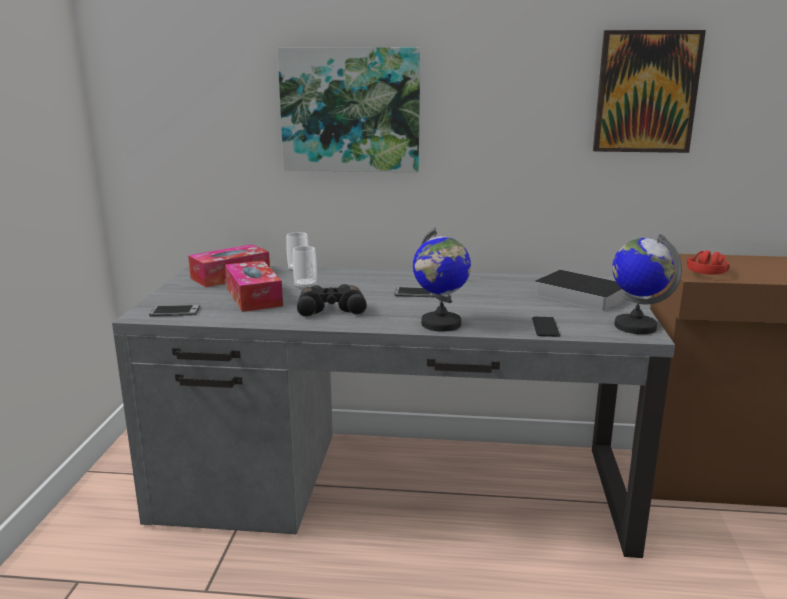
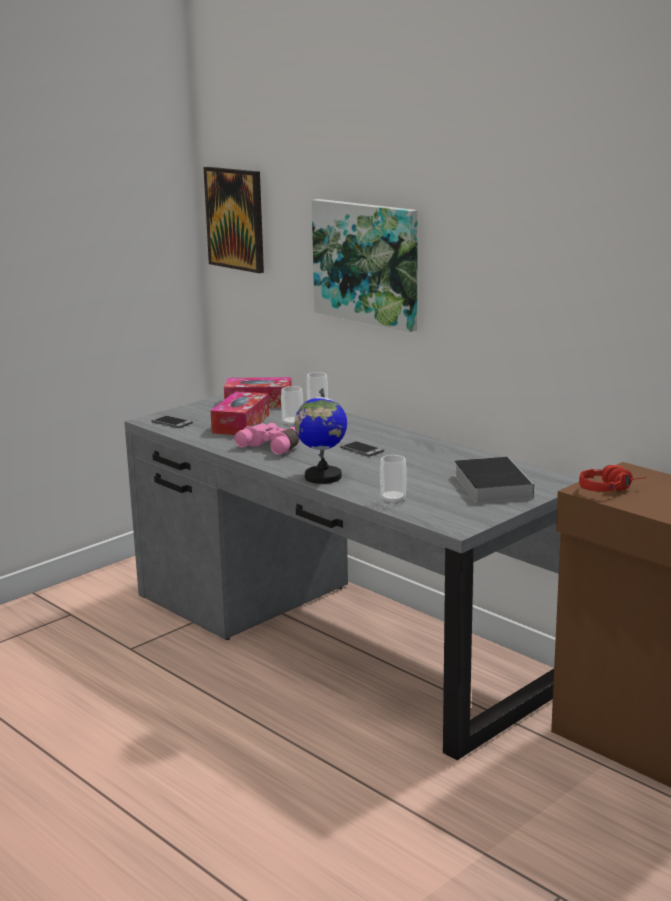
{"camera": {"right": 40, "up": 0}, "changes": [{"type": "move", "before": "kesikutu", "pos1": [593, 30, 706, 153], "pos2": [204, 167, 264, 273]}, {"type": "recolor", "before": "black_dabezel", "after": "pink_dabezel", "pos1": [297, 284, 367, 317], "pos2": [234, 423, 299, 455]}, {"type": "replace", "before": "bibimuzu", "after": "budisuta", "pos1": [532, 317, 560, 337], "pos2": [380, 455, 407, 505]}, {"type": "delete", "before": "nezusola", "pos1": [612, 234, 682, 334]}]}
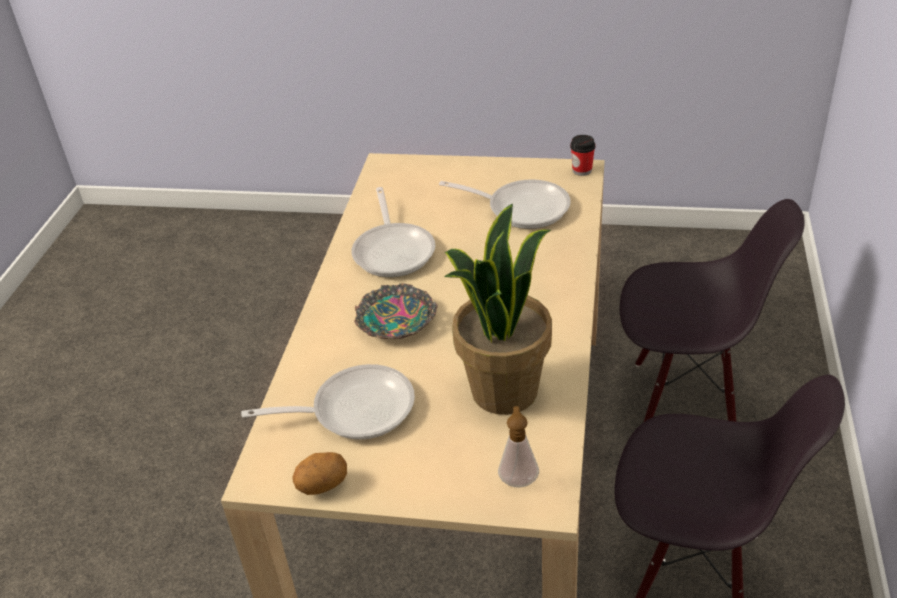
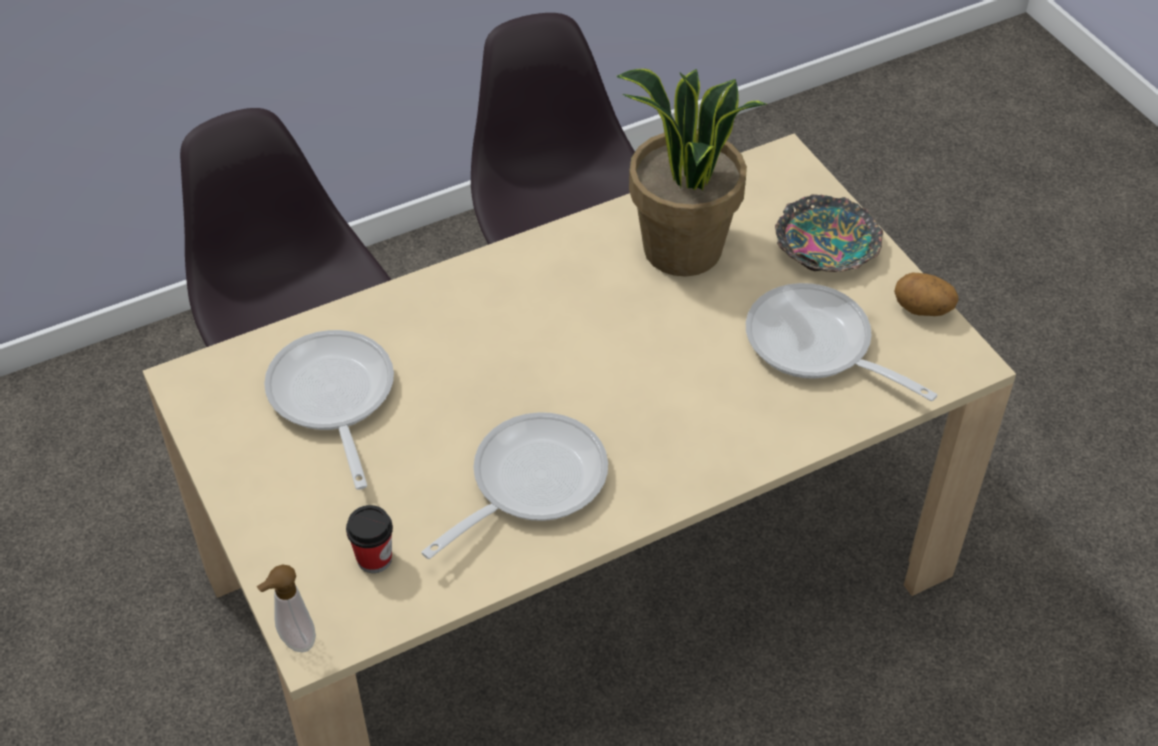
{"camera": {"right": -130, "up": 10}, "changes": [{"type": "move", "before": "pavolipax", "pos1": [498, 406, 539, 487], "pos2": [257, 564, 316, 653]}, {"type": "move", "before": "budisuta", "pos1": [570, 135, 596, 176], "pos2": [346, 505, 393, 573]}, {"type": "move", "before": "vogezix", "pos1": [354, 283, 438, 339], "pos2": [775, 194, 883, 272]}]}
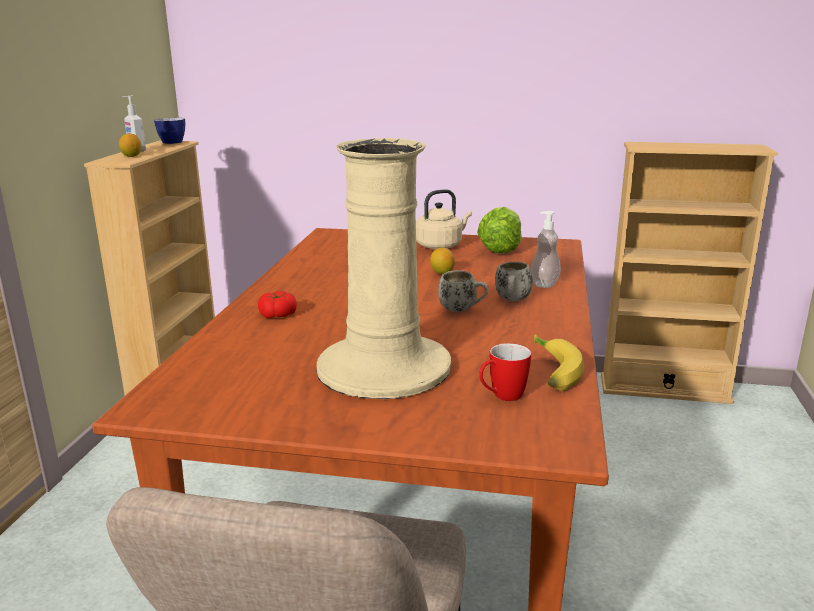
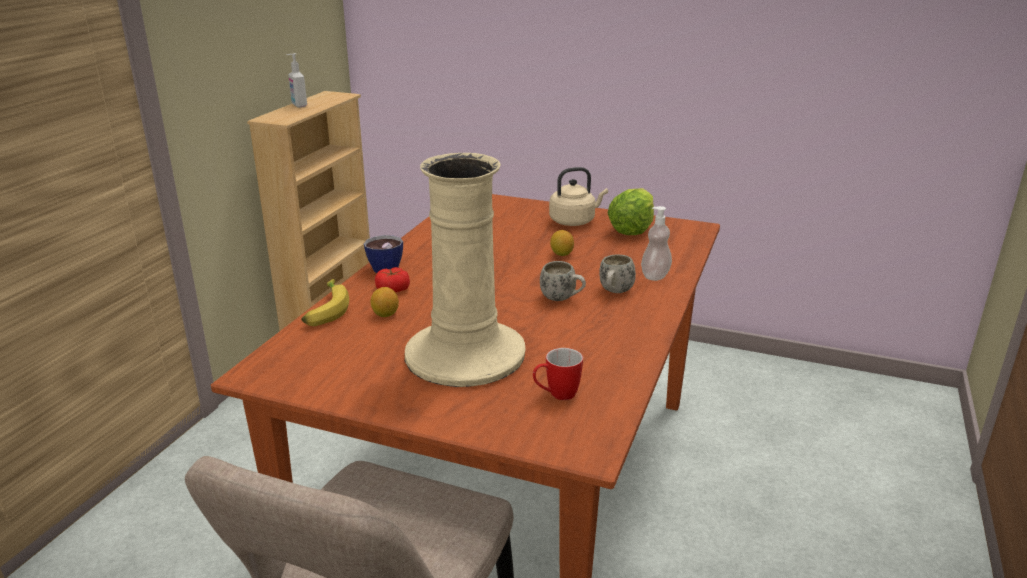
{"camera": {"right": 10, "up": 5}, "changes": [{"type": "move", "before": "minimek", "pos1": [534, 334, 584, 391], "pos2": [301, 279, 349, 326]}, {"type": "move", "before": "budisuta", "pos1": [154, 118, 185, 144], "pos2": [364, 235, 403, 273]}, {"type": "move", "before": "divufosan", "pos1": [119, 134, 142, 157], "pos2": [371, 287, 399, 317]}, {"type": "delete", "before": "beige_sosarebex", "pos1": [601, 142, 778, 404]}]}
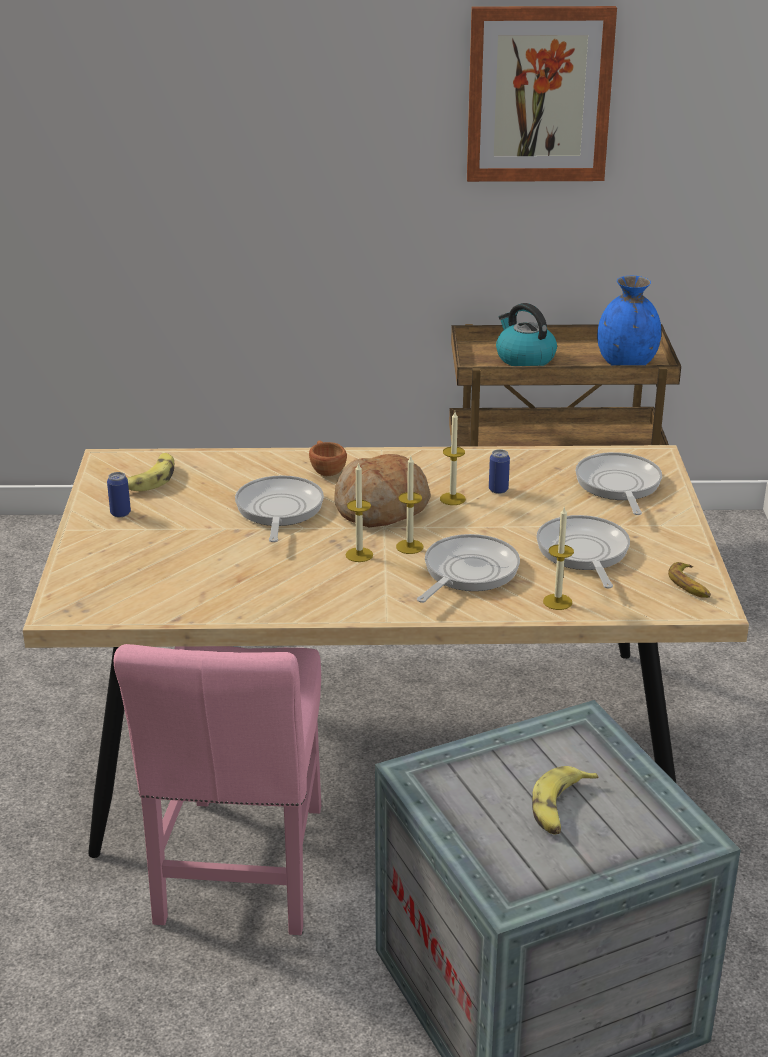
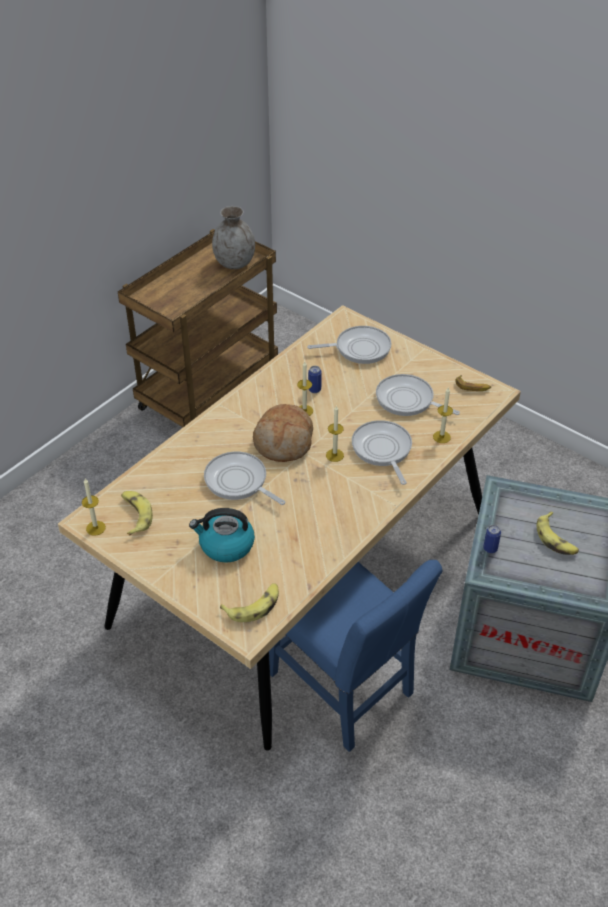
{"camera": {"right": -50, "up": 15}, "changes": [{"type": "move", "before": "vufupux", "pos1": [346, 462, 373, 562], "pos2": [82, 479, 106, 536]}, {"type": "move", "before": "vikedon", "pos1": [496, 303, 557, 366], "pos2": [189, 508, 255, 563]}, {"type": "recolor", "before": "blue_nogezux", "after": "grey_nogezux", "pos1": [597, 276, 661, 365], "pos2": [212, 206, 255, 269]}, {"type": "insert", "after": "minimek", "pos2": [220, 583, 279, 622]}, {"type": "recolor", "before": "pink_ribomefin", "after": "blue_ribomefin", "pos1": [114, 644, 321, 935], "pos2": [269, 560, 443, 752]}, {"type": "rotate", "before": "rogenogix", "pos1": [575, 452, 662, 515], "pos2": [307, 326, 392, 364], "turn": 135}, {"type": "move", "before": "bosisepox", "pos1": [107, 472, 131, 517], "pos2": [483, 525, 501, 553]}, {"type": "delete", "before": "brown_budisuta", "pos1": [309, 440, 347, 476]}, {"type": "delete", "before": "kesikutu", "pos1": [467, 6, 617, 182]}]}
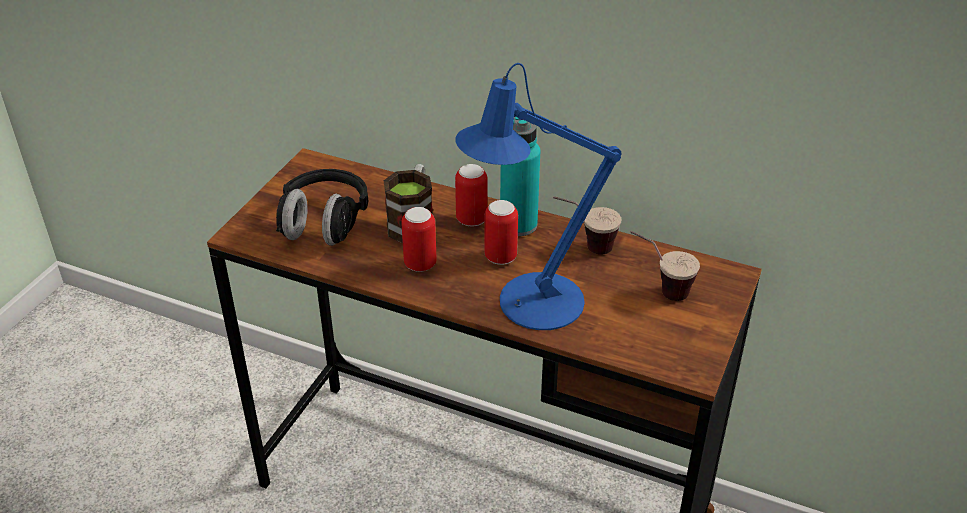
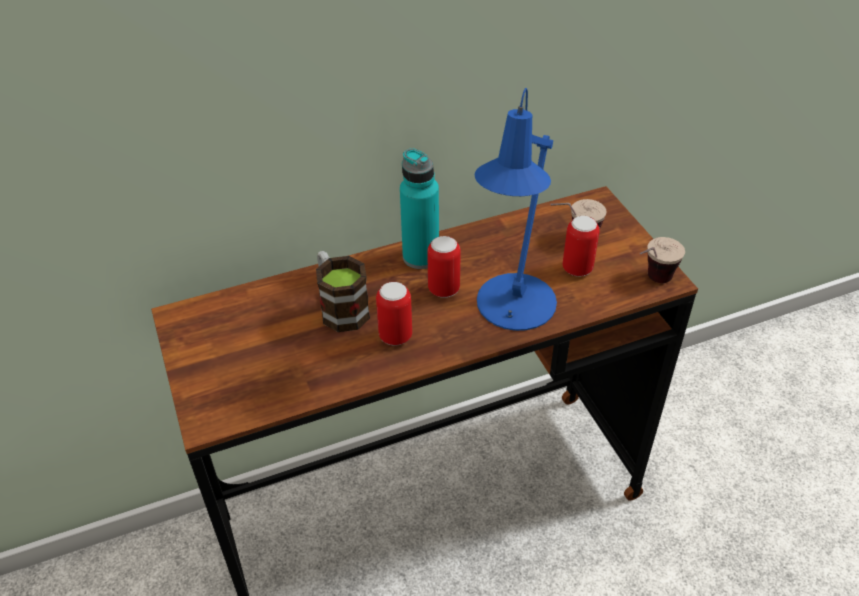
{"camera": {"right": -45, "up": 5}, "changes": [{"type": "move", "before": "bosisepox", "pos1": [455, 164, 487, 226], "pos2": [563, 216, 600, 277]}, {"type": "move", "before": "budisuta", "pos1": [553, 196, 621, 255], "pos2": [640, 237, 685, 283]}, {"type": "delete", "before": "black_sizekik", "pos1": [276, 169, 369, 246]}]}
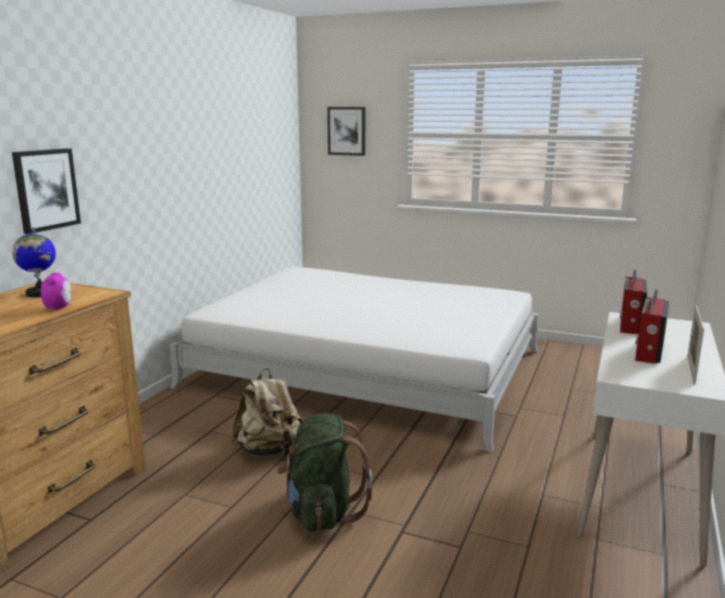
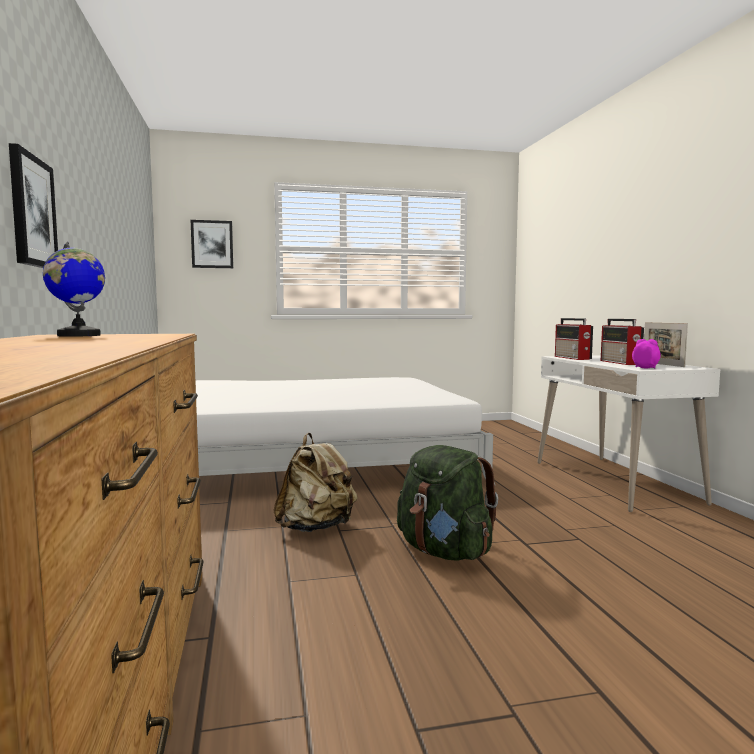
{"camera": {"right": -35, "up": -10}, "changes": [{"type": "move", "before": "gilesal", "pos1": [41, 273, 71, 311], "pos2": [632, 339, 661, 368]}]}
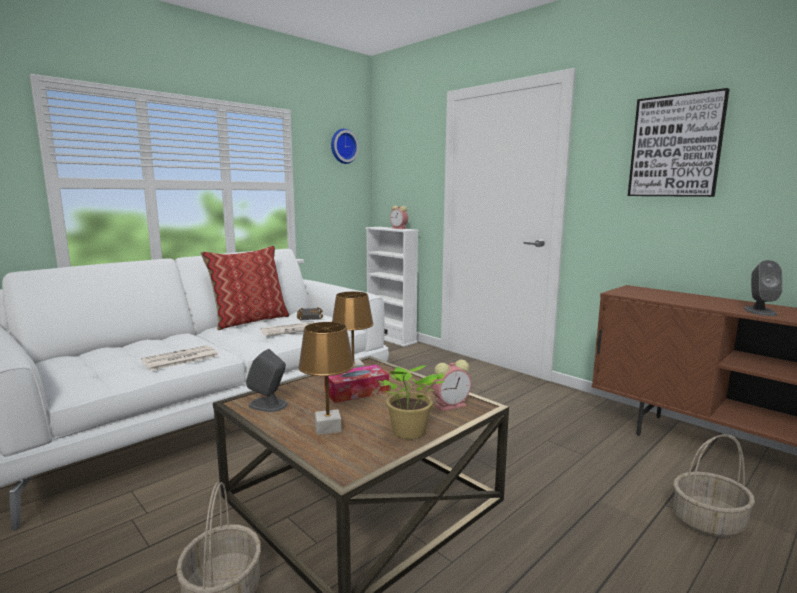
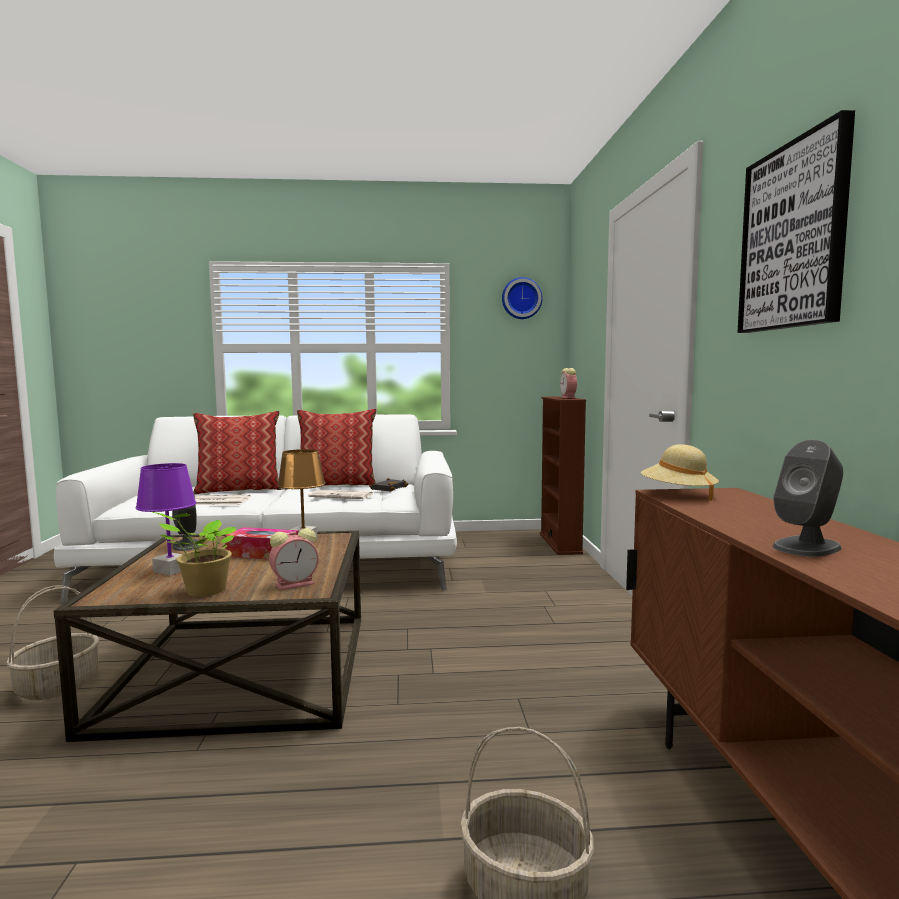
{"camera": {"right": 40, "up": -5}, "changes": [{"type": "recolor", "before": "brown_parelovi", "after": "purple_parelovi", "pos1": [298, 322, 354, 435], "pos2": [136, 463, 196, 576]}, {"type": "insert", "after": "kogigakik", "pos2": [193, 410, 281, 495]}, {"type": "rotate", "before": "gilesal", "pos1": [431, 359, 471, 411], "pos2": [269, 528, 319, 590], "turn": -45}, {"type": "recolor", "before": "white_sosarebex", "after": "brown_sosarebex", "pos1": [365, 227, 419, 347], "pos2": [540, 396, 586, 555]}, {"type": "insert", "after": "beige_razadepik", "pos2": [641, 444, 719, 501]}]}
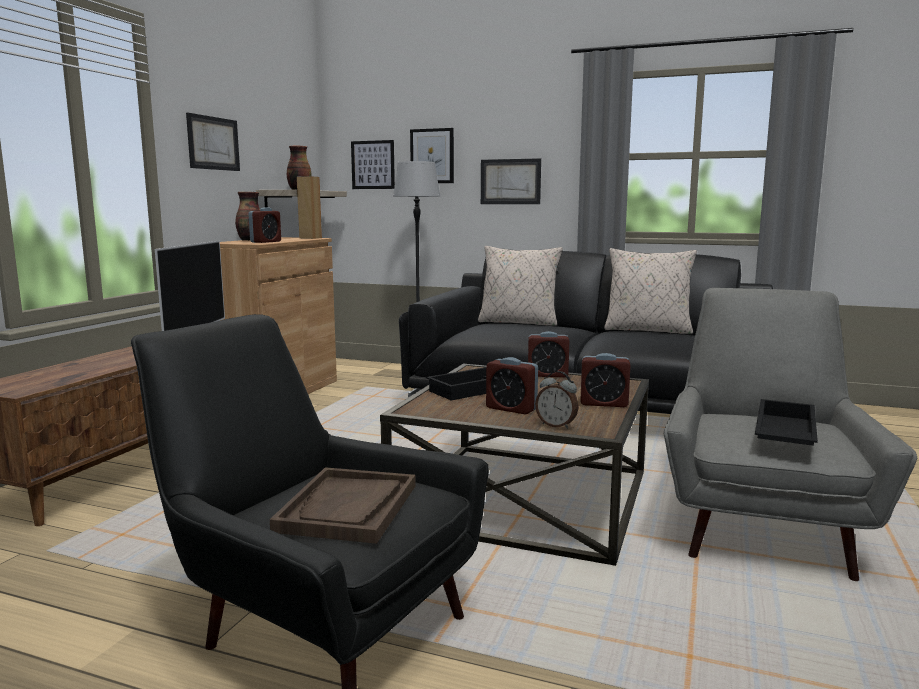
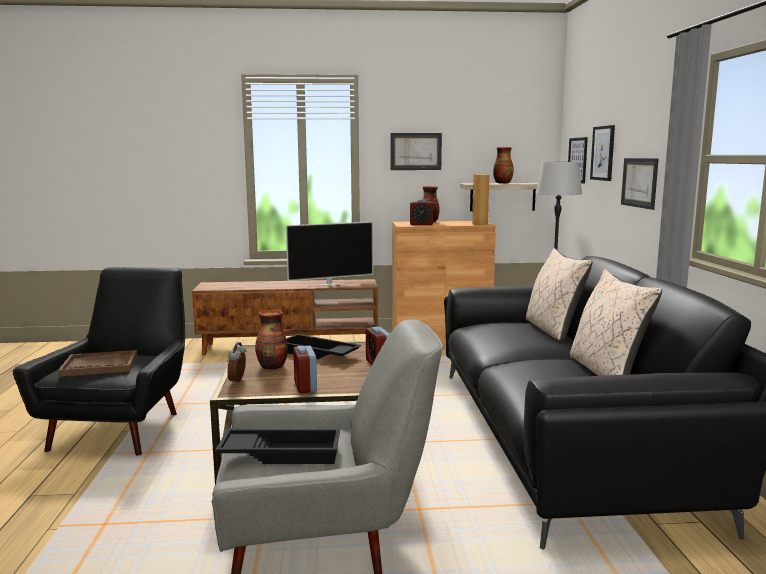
{"camera": {"right": 65, "up": 0}, "changes": [{"type": "replace", "before": "gilesal", "after": "nogezux", "pos1": [486, 357, 538, 414], "pos2": [255, 310, 288, 370]}]}
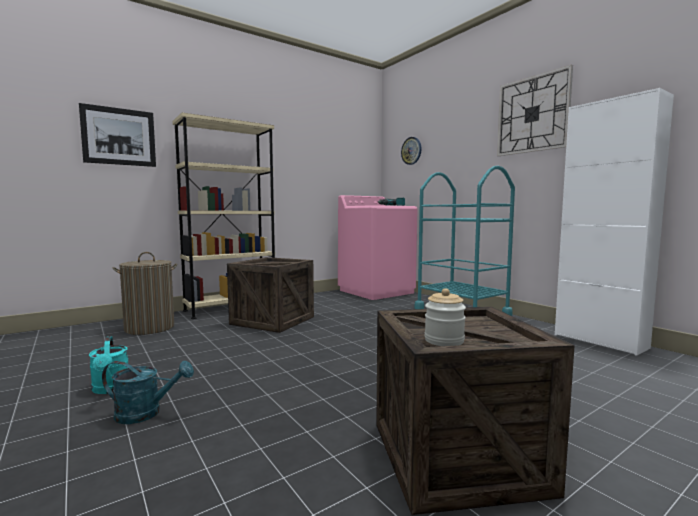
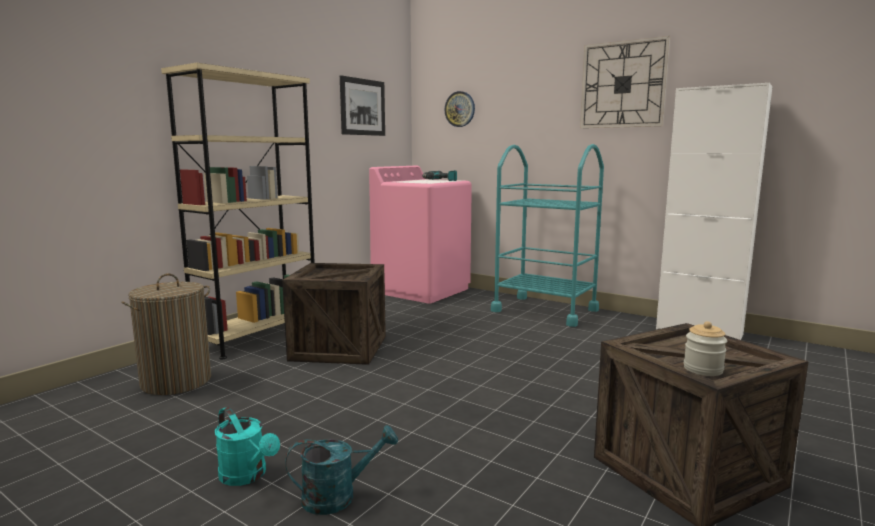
{"camera": {"right": -20, "up": 5}, "changes": [{"type": "move", "before": "kesikutu", "pos1": [79, 103, 156, 167], "pos2": [340, 75, 385, 136]}]}
